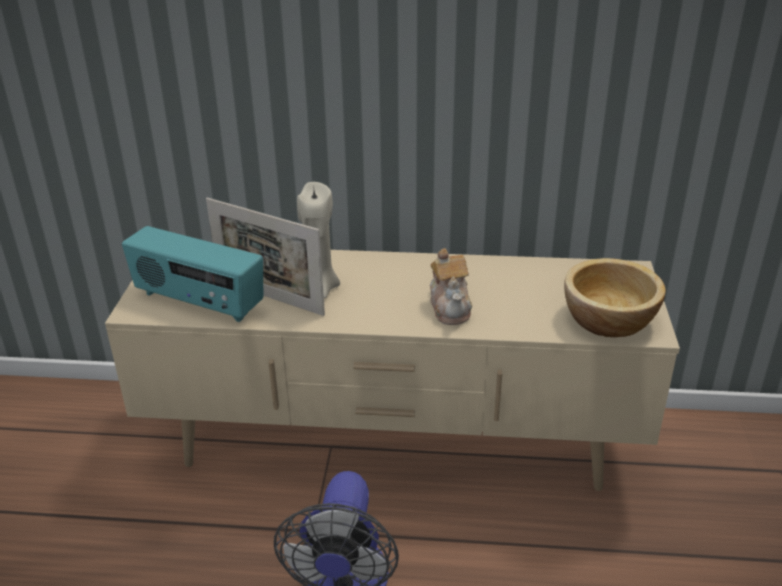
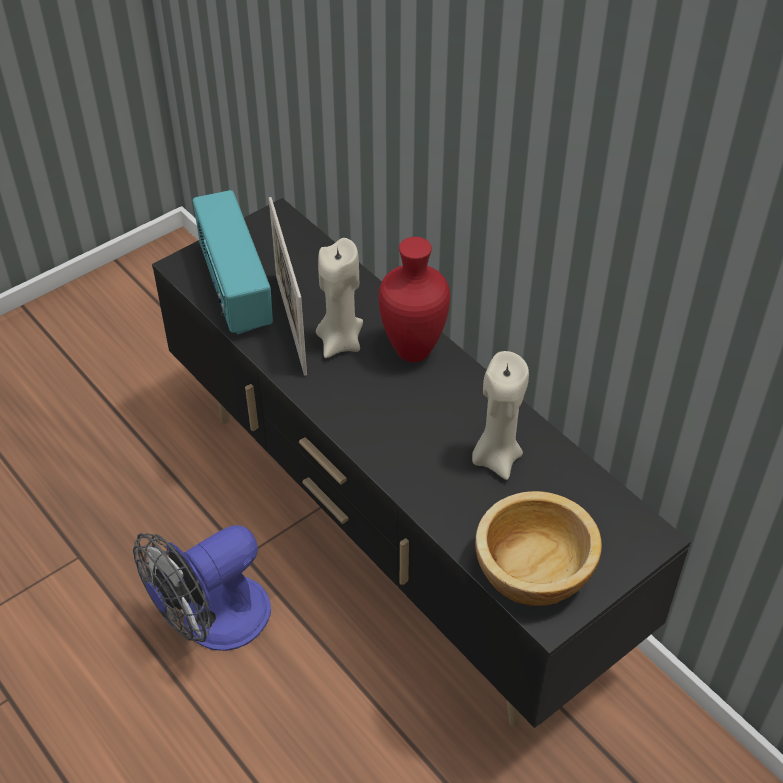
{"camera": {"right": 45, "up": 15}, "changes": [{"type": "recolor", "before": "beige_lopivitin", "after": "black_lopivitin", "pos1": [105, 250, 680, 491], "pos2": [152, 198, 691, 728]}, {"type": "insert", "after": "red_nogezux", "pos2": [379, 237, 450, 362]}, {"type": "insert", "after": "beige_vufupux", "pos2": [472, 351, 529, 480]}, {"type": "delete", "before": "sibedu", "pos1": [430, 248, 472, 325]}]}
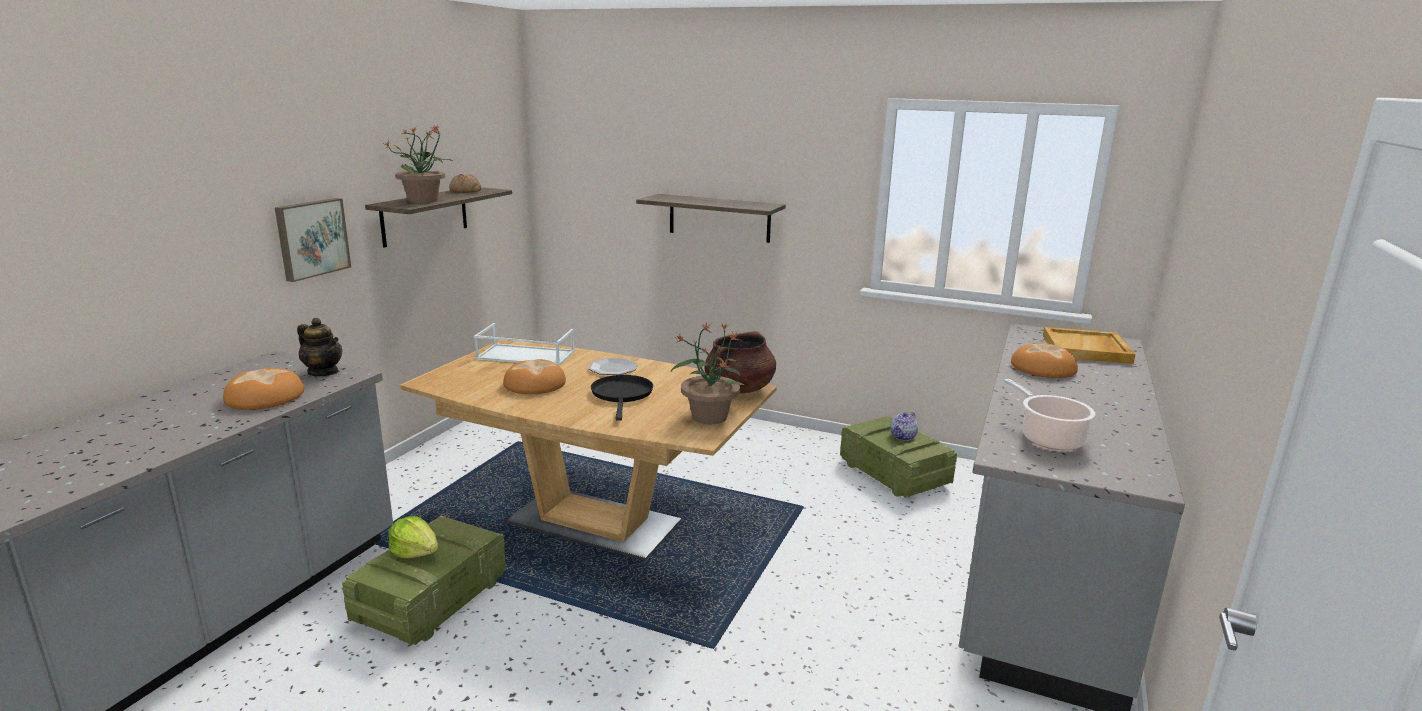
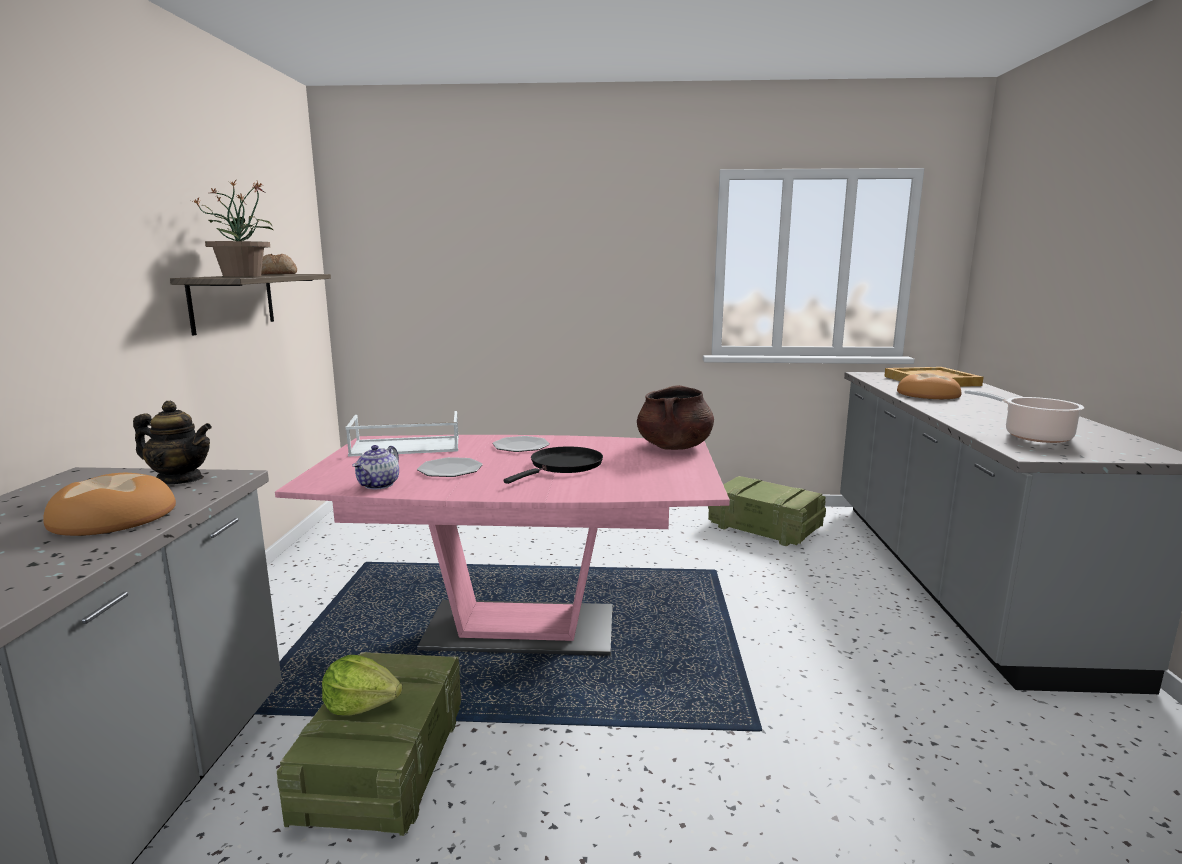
{"camera": {"right": -20, "up": -5}, "changes": [{"type": "recolor", "before": "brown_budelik", "after": "pink_budelik", "pos1": [400, 340, 777, 561], "pos2": [275, 435, 730, 656]}, {"type": "move", "before": "sibedu", "pos1": [890, 412, 918, 441], "pos2": [352, 445, 399, 489]}, {"type": "replace", "before": "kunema", "after": "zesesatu", "pos1": [503, 359, 566, 394], "pos2": [417, 457, 483, 477]}, {"type": "rotate", "before": "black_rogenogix", "pos1": [591, 375, 653, 421], "pos2": [503, 446, 603, 484], "turn": 60}, {"type": "delete", "before": "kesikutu", "pos1": [275, 198, 351, 282]}, {"type": "delete", "before": "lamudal", "pos1": [636, 194, 786, 243]}, {"type": "delete", "before": "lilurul", "pos1": [671, 323, 746, 424]}]}
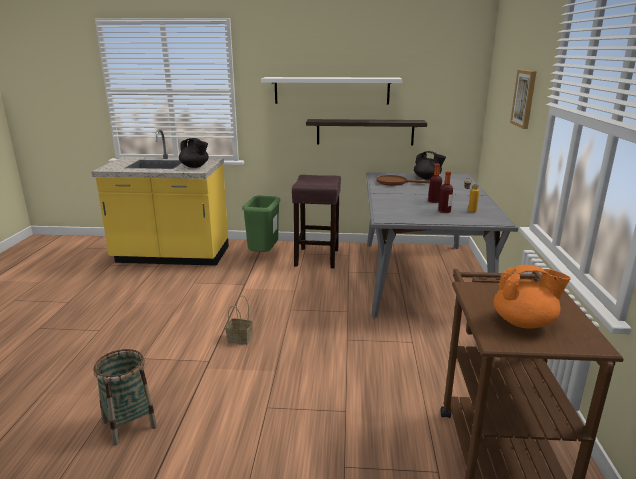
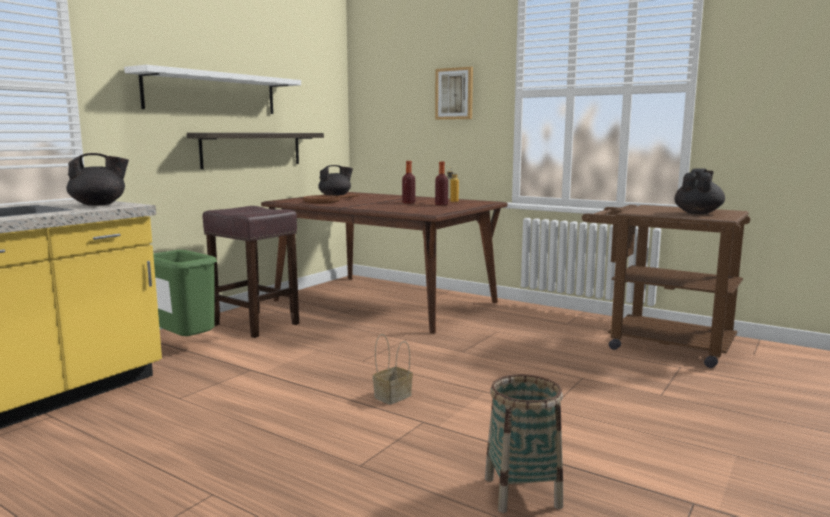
{"camera": {"right": -60, "up": -10}, "changes": [{"type": "recolor", "before": "grey_budelik", "after": "brown_budelik", "pos1": [366, 172, 518, 318], "pos2": [261, 192, 507, 334]}, {"type": "recolor", "before": "orange_sibedu", "after": "black_sibedu", "pos1": [494, 265, 570, 328], "pos2": [674, 168, 725, 214]}]}
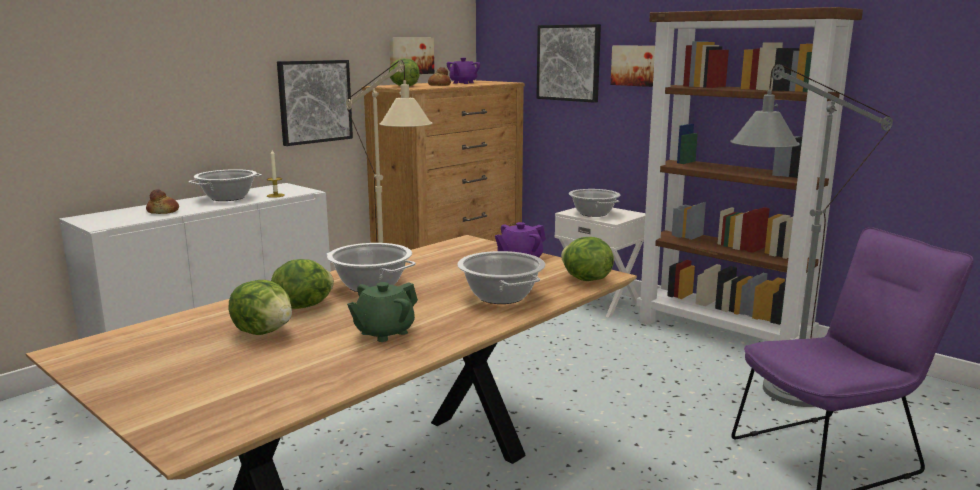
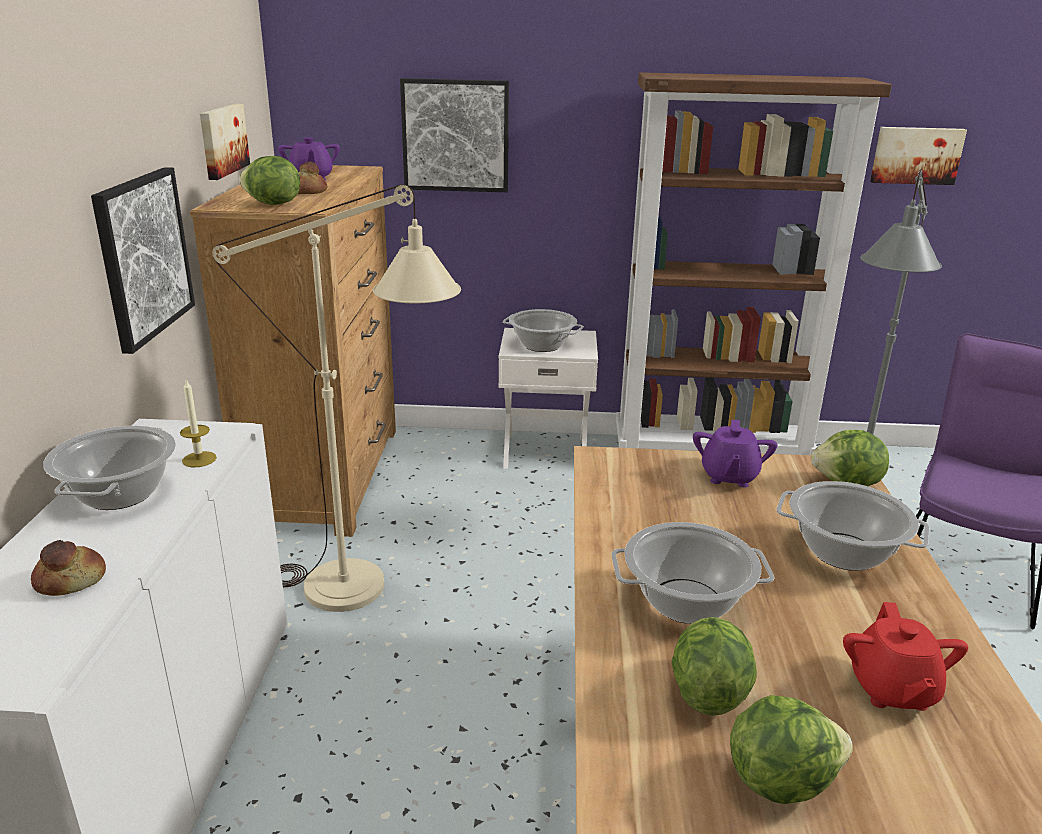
{"camera": {"right": -40, "up": 10}, "changes": [{"type": "recolor", "before": "green_sibedu", "after": "red_sibedu", "pos1": [347, 282, 418, 342], "pos2": [843, 602, 968, 711]}, {"type": "move", "before": "kesikutu", "pos1": [611, 46, 655, 87], "pos2": [870, 127, 967, 185]}]}
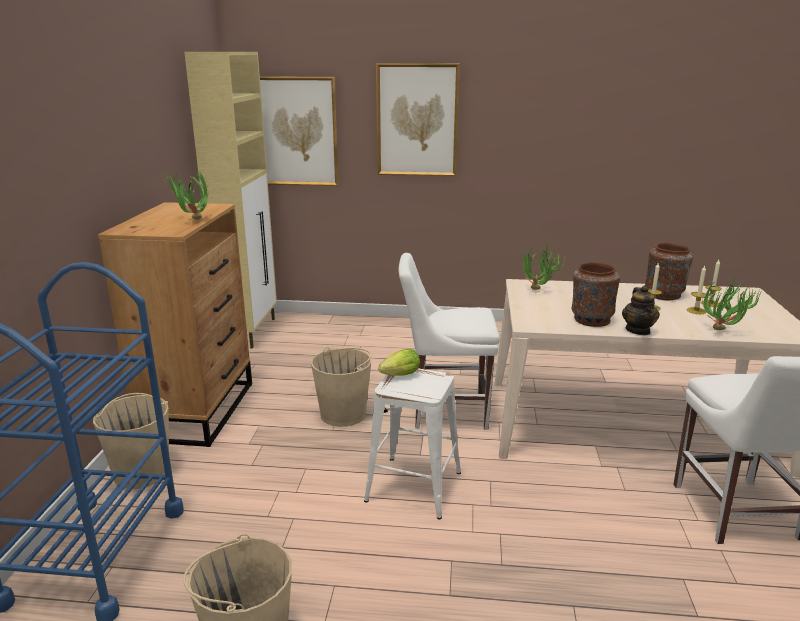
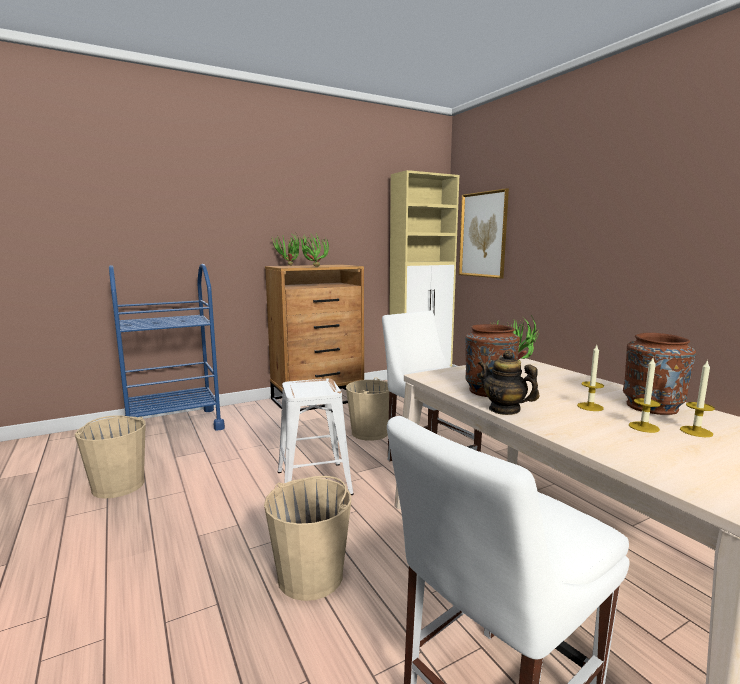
{"camera": {"right": 55, "up": -10}, "changes": [{"type": "move", "before": "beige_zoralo", "pos1": [93, 393, 169, 489], "pos2": [264, 476, 351, 601]}, {"type": "move", "before": "lilurul", "pos1": [703, 276, 761, 330], "pos2": [272, 234, 299, 266]}, {"type": "rotate", "before": "sibedu", "pos1": [622, 285, 660, 335], "pos2": [478, 350, 540, 415], "turn": 75}, {"type": "delete", "before": "kesikutu", "pos1": [376, 63, 460, 176]}, {"type": "delete", "before": "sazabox", "pos1": [378, 349, 420, 376]}]}
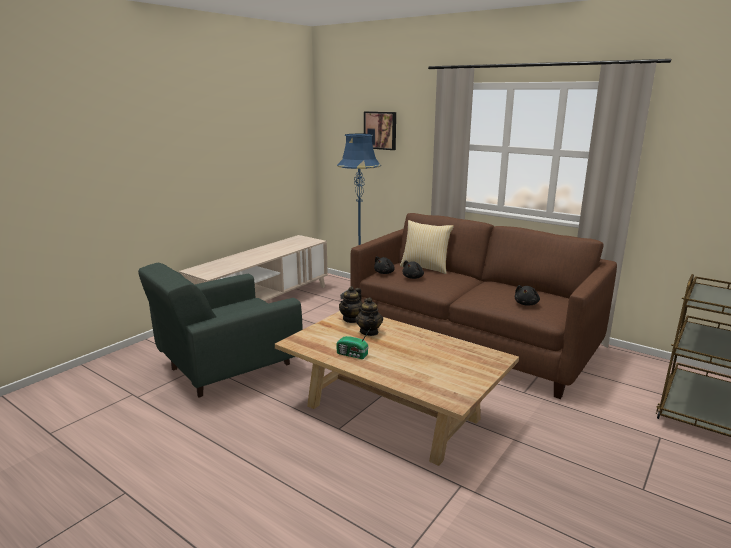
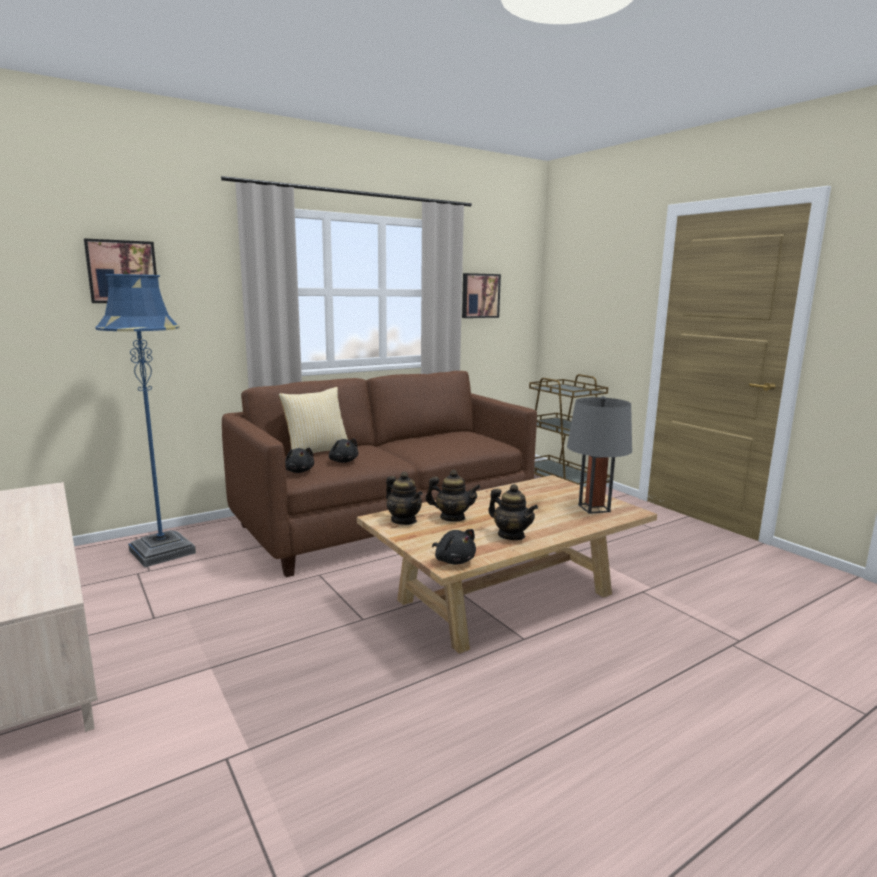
{"camera": {"right": -70, "up": -5}, "changes": [{"type": "move", "before": "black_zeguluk", "pos1": [515, 285, 540, 305], "pos2": [432, 529, 476, 564]}, {"type": "insert", "after": "kesikutu", "pos2": [462, 273, 501, 318]}, {"type": "replace", "before": "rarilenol", "after": "sibedu", "pos1": [336, 329, 370, 359], "pos2": [488, 484, 538, 540]}, {"type": "insert", "after": "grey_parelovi", "pos2": [567, 396, 632, 514]}, {"type": "delete", "before": "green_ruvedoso", "pos1": [138, 263, 303, 398]}]}
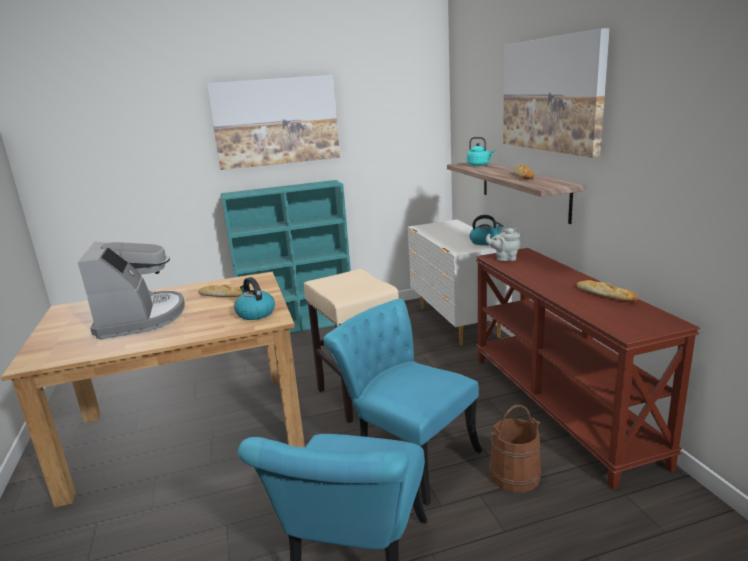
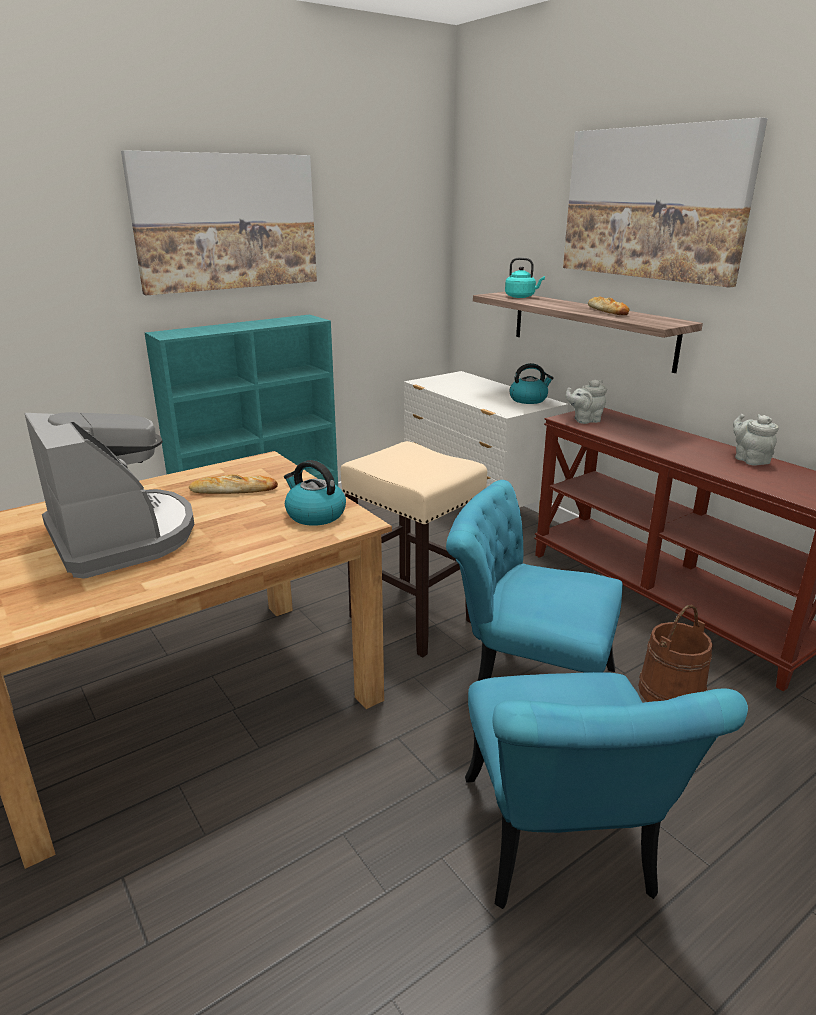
{"camera": {"right": -20, "up": 5}, "changes": [{"type": "replace", "before": "kunema", "after": "grey_sibedu", "pos1": [577, 280, 638, 302], "pos2": [733, 414, 778, 465]}]}
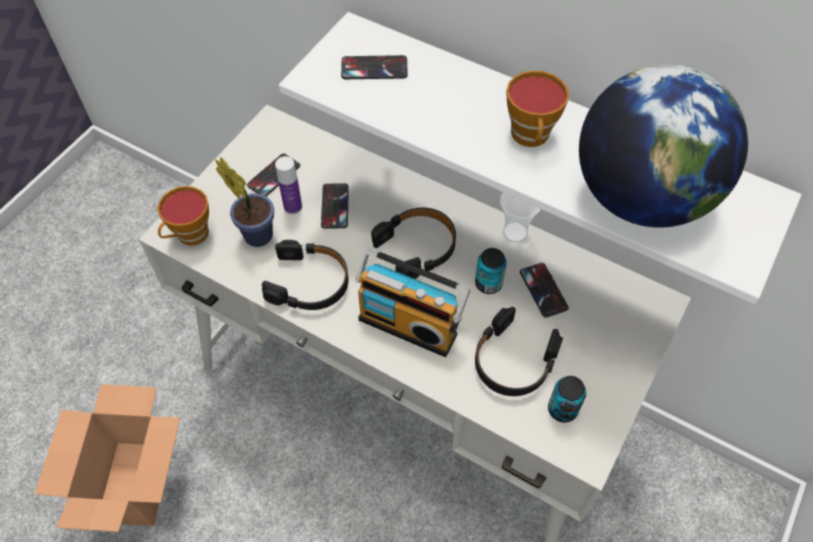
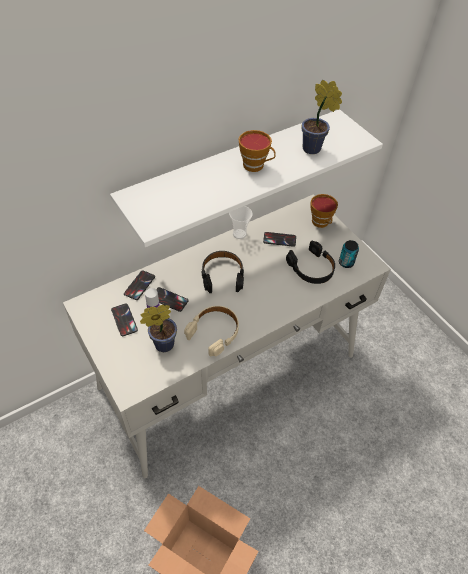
{"camera": {"right": -65, "up": -5}, "changes": [{"type": "move", "before": "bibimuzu", "pos1": [341, 55, 408, 79], "pos2": [124, 270, 155, 300]}, {"type": "recolor", "before": "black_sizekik", "after": "beige_sizekik", "pos1": [262, 240, 348, 310], "pos2": [184, 306, 239, 356]}, {"type": "replace", "before": "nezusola", "after": "lilurul", "pos1": [579, 64, 748, 228], "pos2": [302, 80, 342, 154]}, {"type": "move", "before": "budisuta", "pos1": [157, 186, 209, 246], "pos2": [311, 194, 338, 228]}, {"type": "delete", "before": "rarilenol", "pos1": [356, 249, 470, 357]}, {"type": "delete", "before": "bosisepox", "pos1": [475, 248, 507, 294]}]}
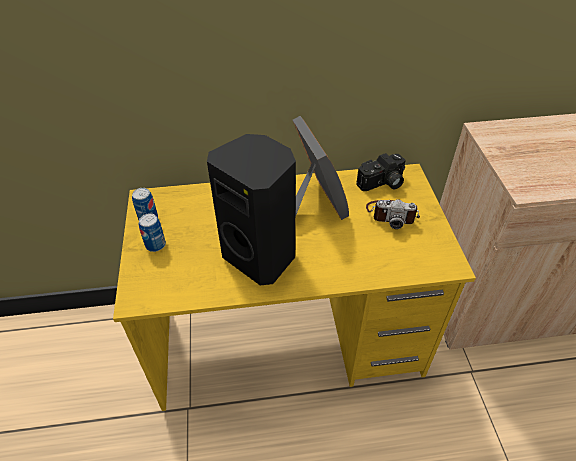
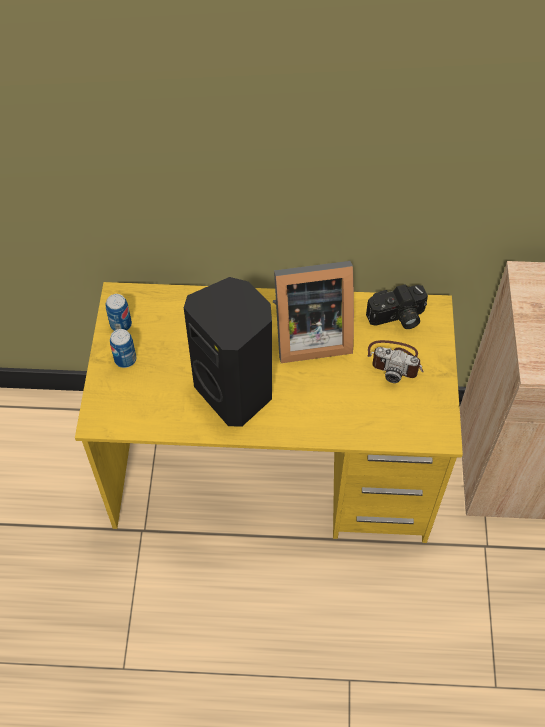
{"camera": {"right": 10, "up": 10}, "changes": [{"type": "rotate", "before": "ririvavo", "pos1": [293, 116, 349, 220], "pos2": [273, 261, 354, 363], "turn": 90}]}
